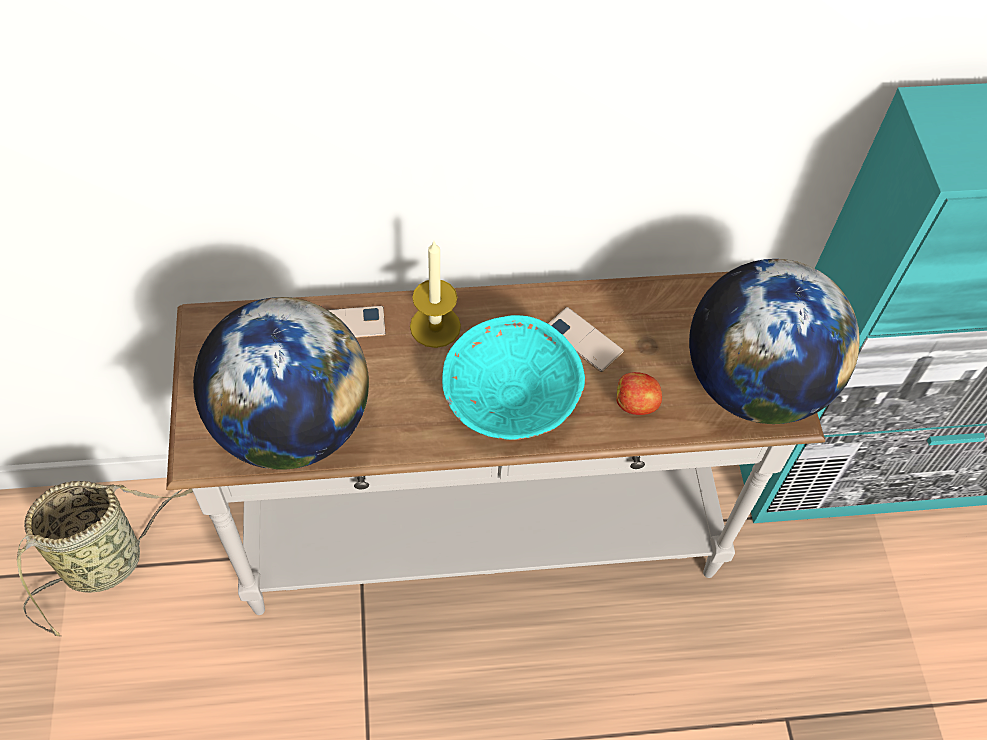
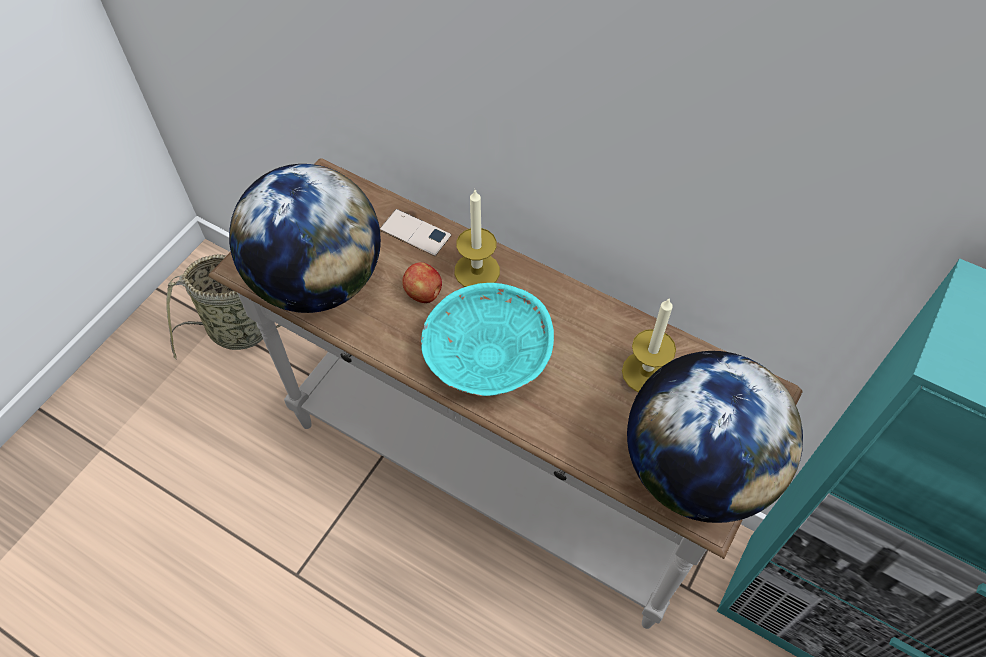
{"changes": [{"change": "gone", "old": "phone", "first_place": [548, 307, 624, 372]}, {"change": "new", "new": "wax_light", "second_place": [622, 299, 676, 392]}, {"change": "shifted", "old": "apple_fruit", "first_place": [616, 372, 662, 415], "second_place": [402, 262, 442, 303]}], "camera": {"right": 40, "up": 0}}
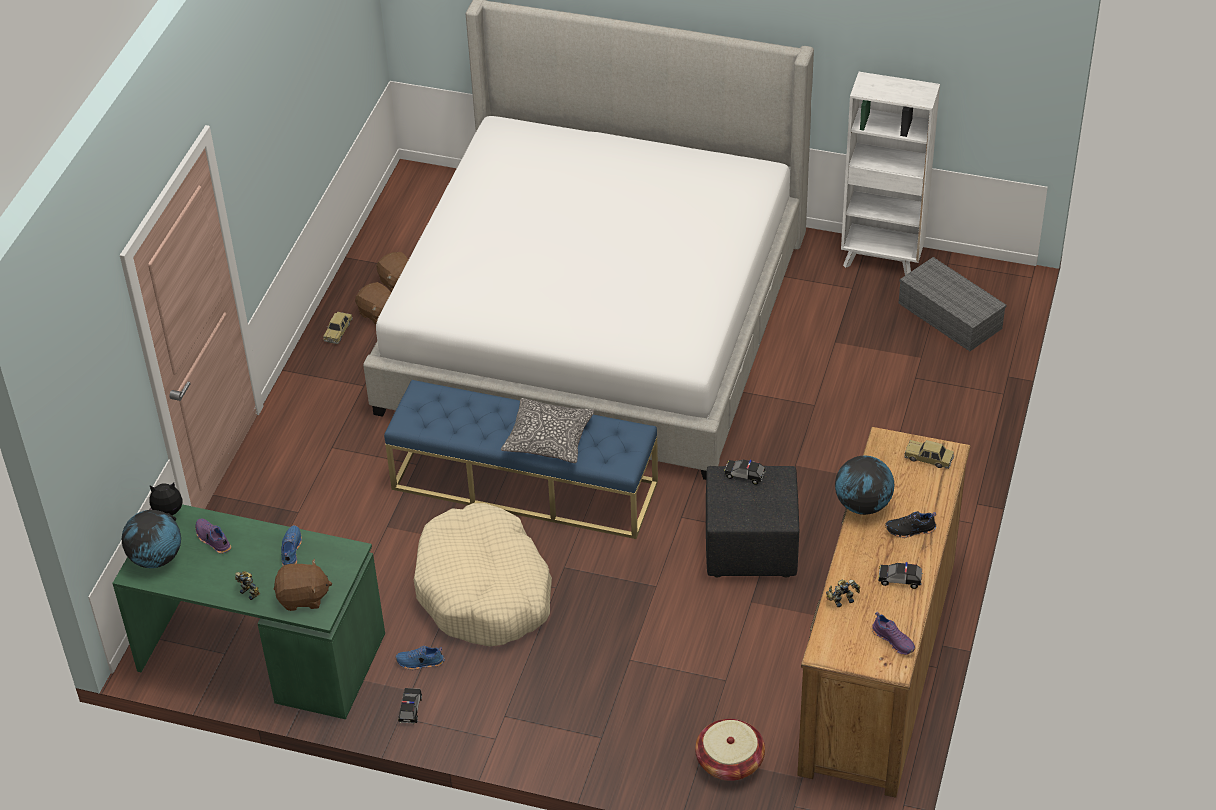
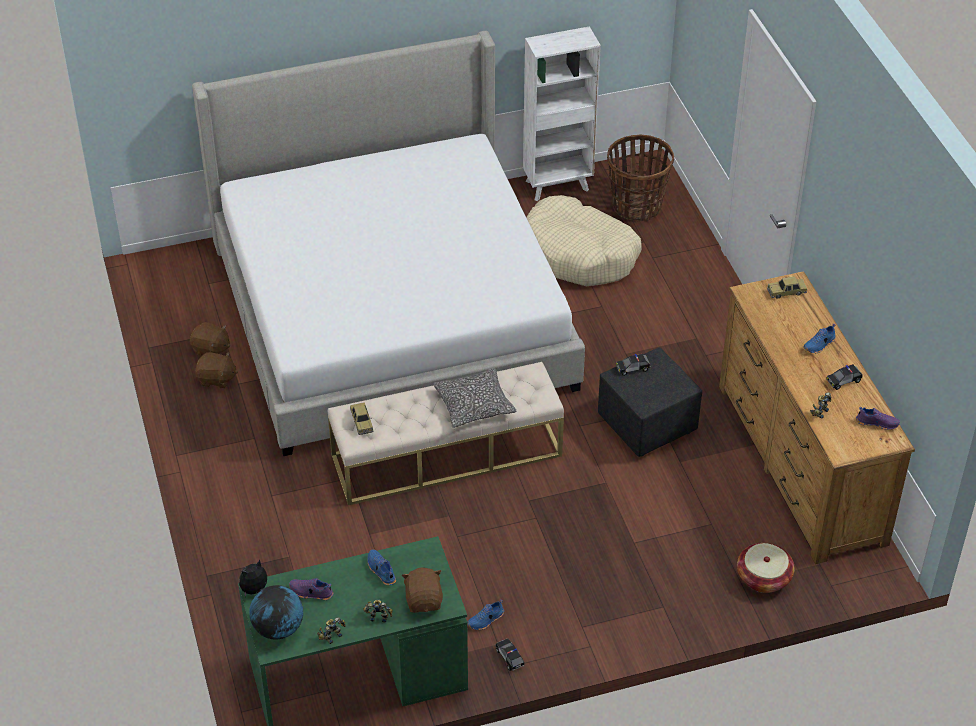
{"changes": [{"change": "gone", "old": "world_globe", "first_place": [835, 455, 894, 515]}, {"change": "new", "new": "robot_figure", "second_place": [317, 617, 346, 644]}, {"change": "shifted", "old": "miniature_car", "first_place": [323, 312, 353, 344], "second_place": [350, 402, 374, 435]}, {"change": "shifted", "old": "beige_pet_bed", "first_place": [414, 503, 552, 647], "second_place": [526, 195, 642, 286]}, {"change": "swapped", "old": "greyish_storage_box", "new": "household_basket", "first_place": [899, 257, 1006, 351], "second_place": [607, 134, 674, 221]}, {"change": "repainted", "old": "blue-coloured_indoor_bench", "new": "beige_indoor_bench", "first_place": [384, 380, 658, 539], "second_place": [328, 362, 564, 505]}, {"change": "repainted", "old": "blackish_low_shoe", "new": "blue-coloured_low_shoe", "first_place": [885, 511, 936, 538], "second_place": [803, 324, 836, 353]}, {"change": "rotated", "old": "brown-coloured_cuddly_toy", "first_place": [274, 559, 332, 611], "second_place": [402, 568, 443, 613], "degrees": -60}], "camera": {"right": -35, "up": 0}}
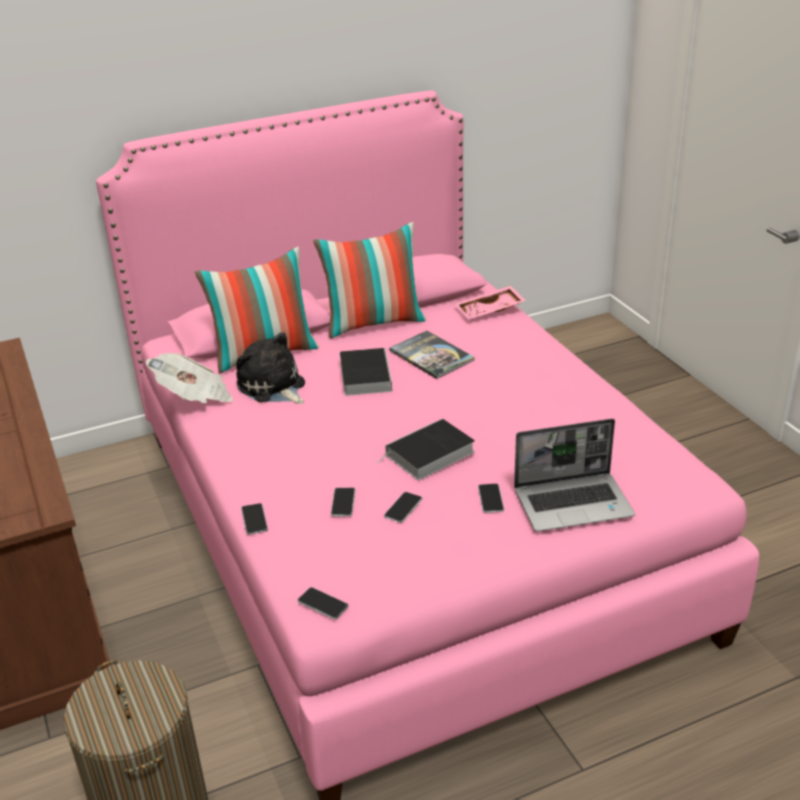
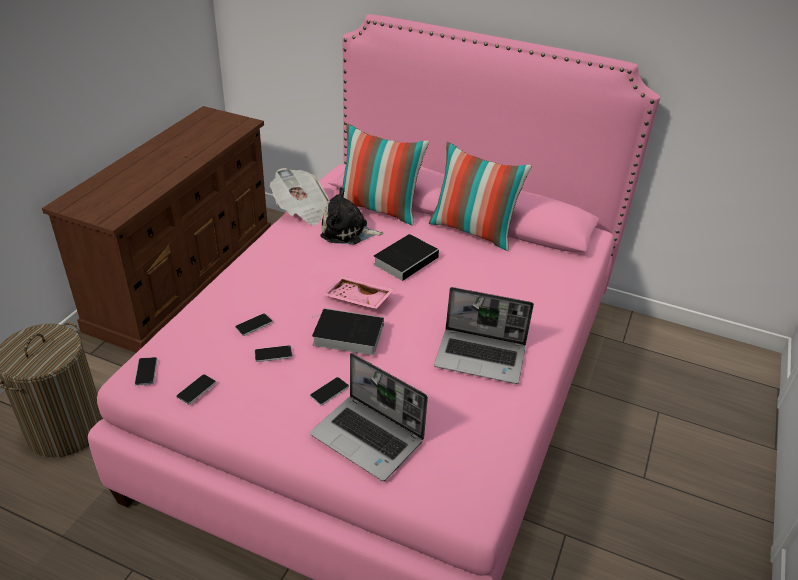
{"changes": [{"change": "gone", "old": "bound_book", "first_place": [389, 331, 475, 379]}, {"change": "new", "new": "notebook_computer", "second_place": [434, 287, 534, 384]}, {"change": "shifted", "old": "phone", "first_place": [241, 503, 268, 535], "second_place": [176, 374, 216, 405]}, {"change": "shifted", "old": "pinkish_carrying_tray", "first_place": [455, 286, 526, 319], "second_place": [323, 276, 395, 309]}, {"change": "rotated", "old": "cuddly_toy", "first_place": [236, 332, 305, 404], "second_place": [320, 187, 384, 245], "degrees": -90}], "camera": {"right": 45, "up": 5}}
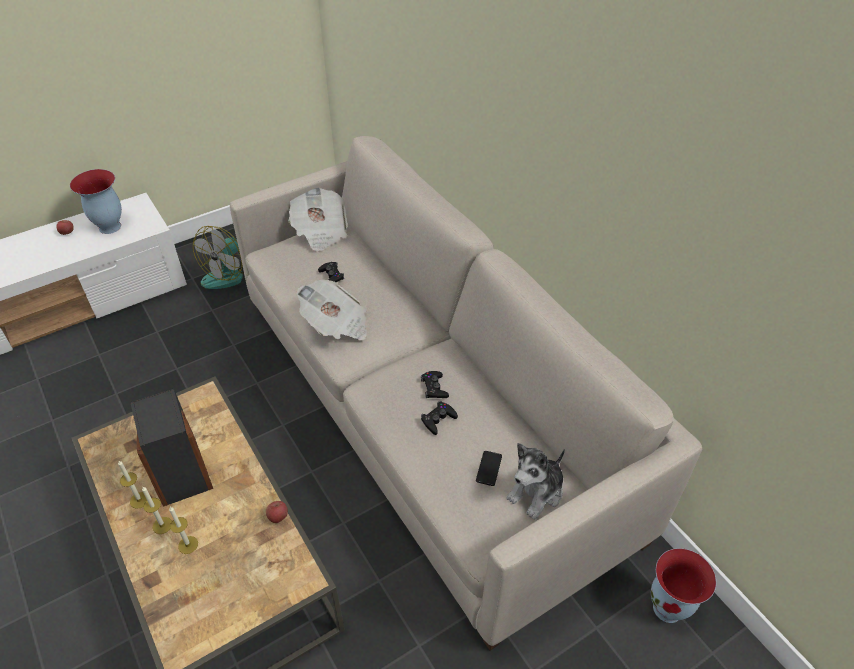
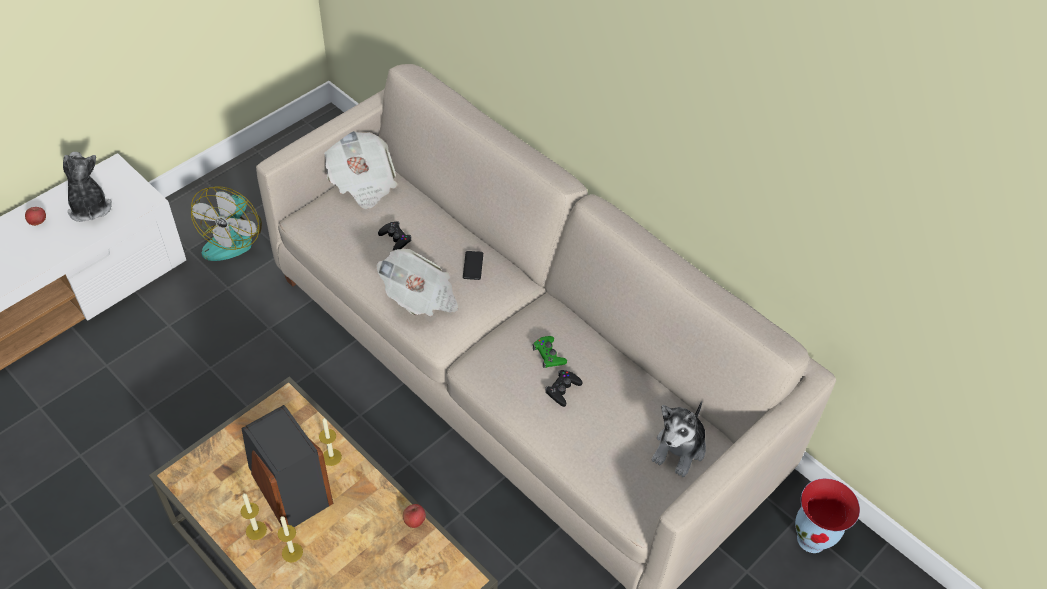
{"changes": [{"change": "shifted", "old": "wax_light", "first_place": [169, 507, 198, 554], "second_place": [319, 418, 342, 466]}, {"change": "shifted", "old": "phone", "first_place": [476, 451, 502, 486], "second_place": [463, 251, 483, 280]}, {"change": "swapped", "old": "vase", "new": "cuddly_toy", "first_place": [70, 169, 122, 234], "second_place": [63, 152, 112, 222]}, {"change": "repainted", "old": "blackish_game_controller", "new": "green_game_controller", "first_place": [421, 371, 449, 398], "second_place": [533, 336, 567, 368]}], "camera": {"right": -15, "up": 5}}
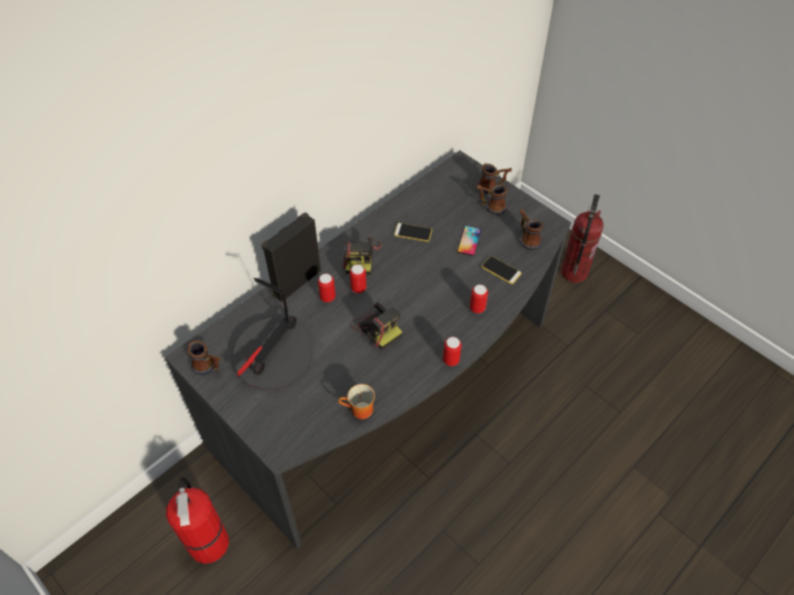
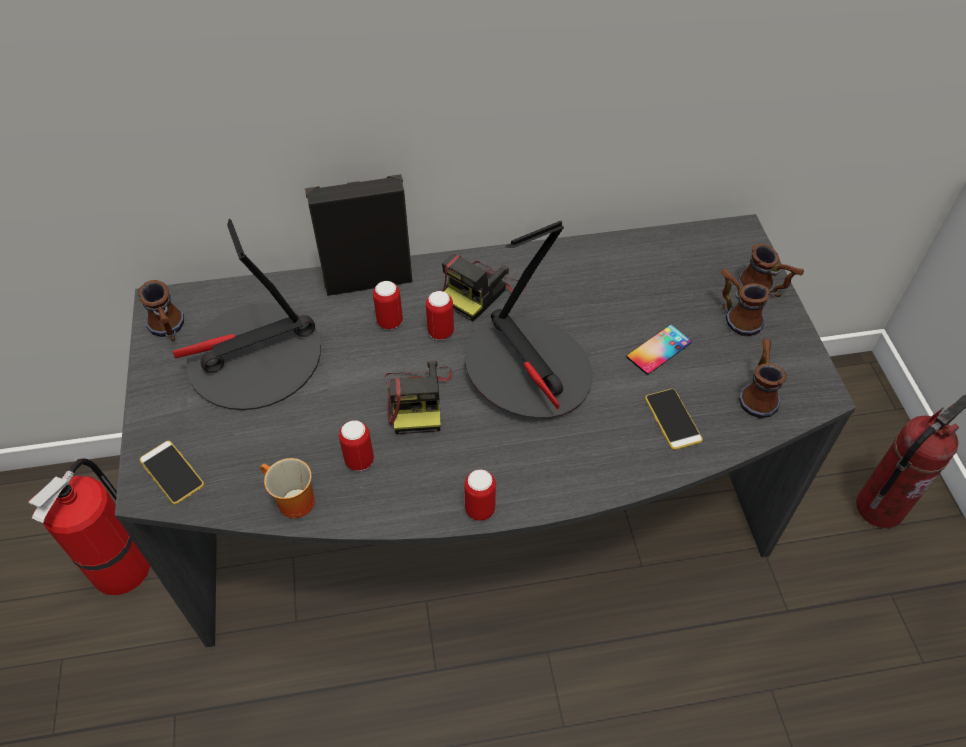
{"changes": [{"change": "new", "new": "tabletop_lamp", "second_place": [465, 221, 593, 419]}, {"change": "shifted", "old": "phone", "first_place": [394, 223, 432, 242], "second_place": [140, 441, 204, 505]}, {"change": "shifted", "old": "can", "first_place": [470, 285, 488, 313], "second_place": [339, 420, 374, 471]}], "camera": {"right": 35, "up": 0}}
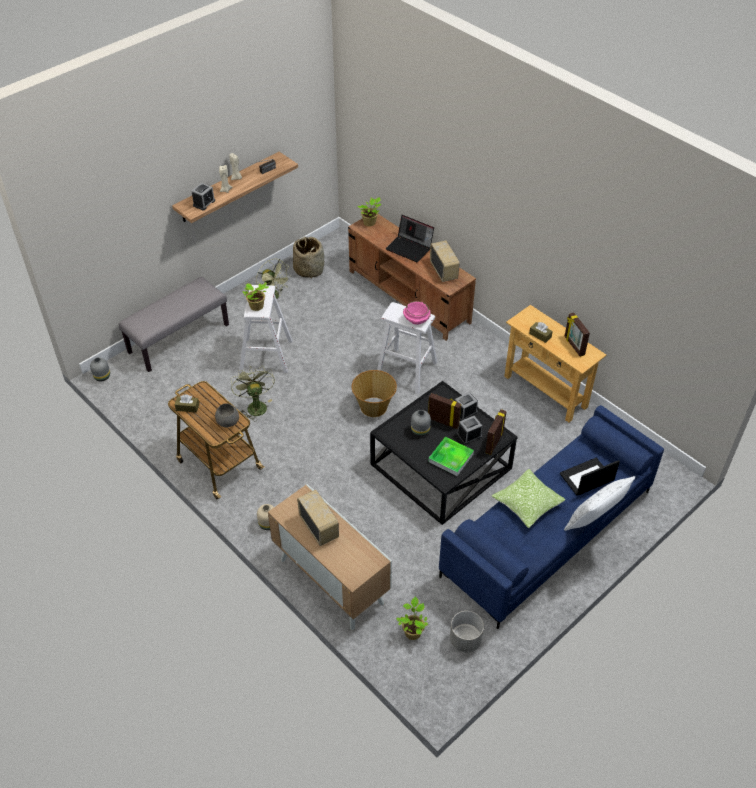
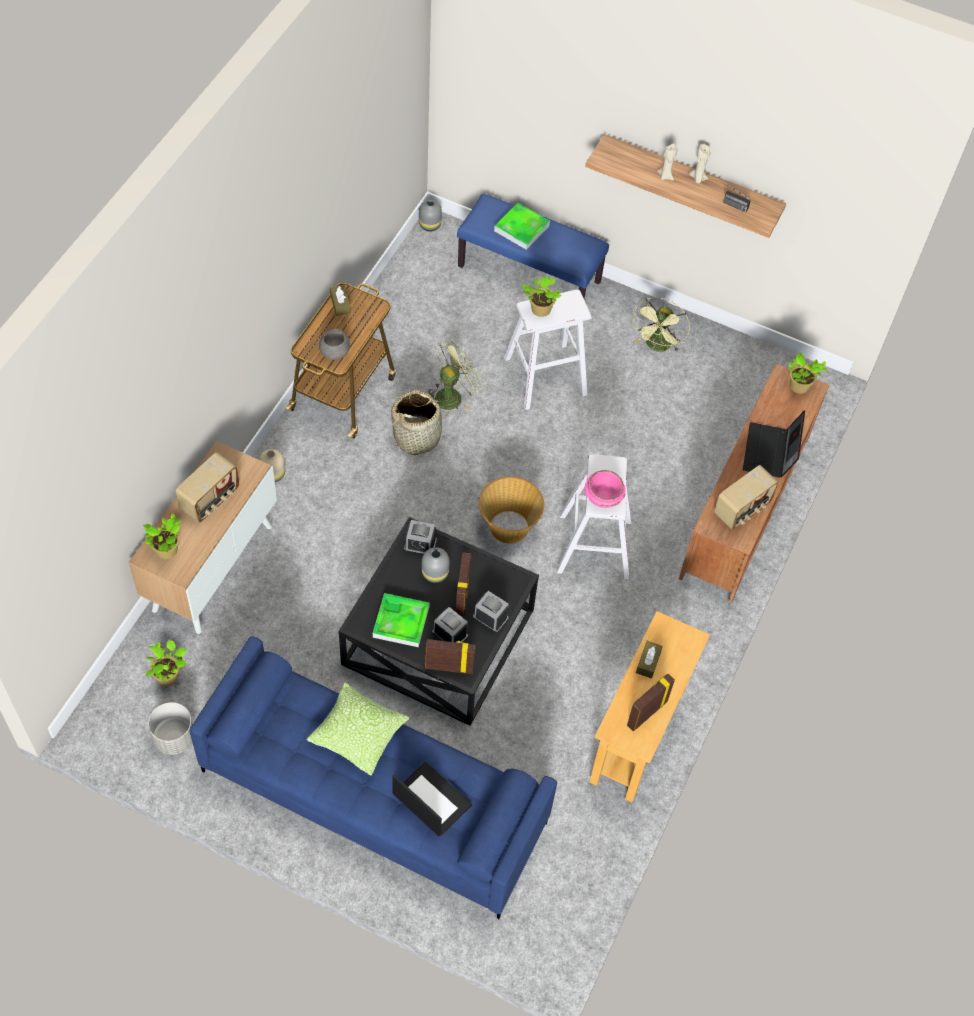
{"changes": [{"change": "gone", "old": "white-coloured_throw_pillow", "first_place": [564, 476, 635, 531]}, {"change": "new", "new": "potted_plant", "second_place": [143, 514, 182, 559]}, {"change": "new", "new": "carrying_tray", "second_place": [494, 203, 550, 250]}, {"change": "shifted", "old": "alarm_clock", "first_place": [191, 183, 215, 210], "second_place": [404, 520, 437, 554]}, {"change": "shifted", "old": "household_basket", "first_place": [293, 237, 324, 278], "second_place": [391, 389, 450, 455]}, {"change": "repainted", "old": "greyish_indoor_bench", "new": "blue-coloured_indoor_bench", "first_place": [118, 277, 229, 372], "second_place": [457, 194, 609, 298]}], "camera": {"right": 65, "up": 10}}
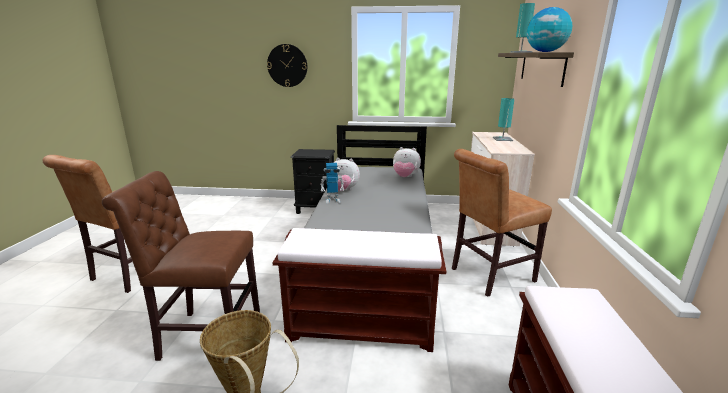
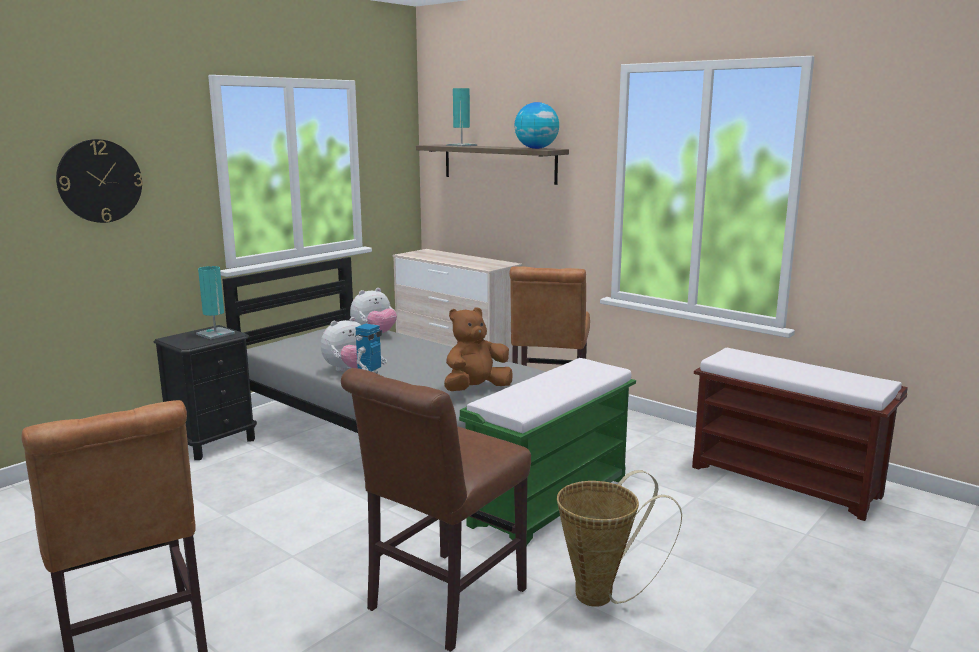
{"changes": [{"change": "new", "new": "brown-coloured_cuddly_toy", "second_place": [444, 307, 512, 391]}, {"change": "shifted", "old": "blue-green_tabletop_lamp", "first_place": [493, 98, 514, 141], "second_place": [196, 266, 235, 339]}, {"change": "repainted", "old": "brown-coloured_indoor_bench", "new": "green_indoor_bench", "first_place": [272, 228, 446, 352], "second_place": [459, 358, 636, 548]}], "camera": {"right": -55, "up": -5}}
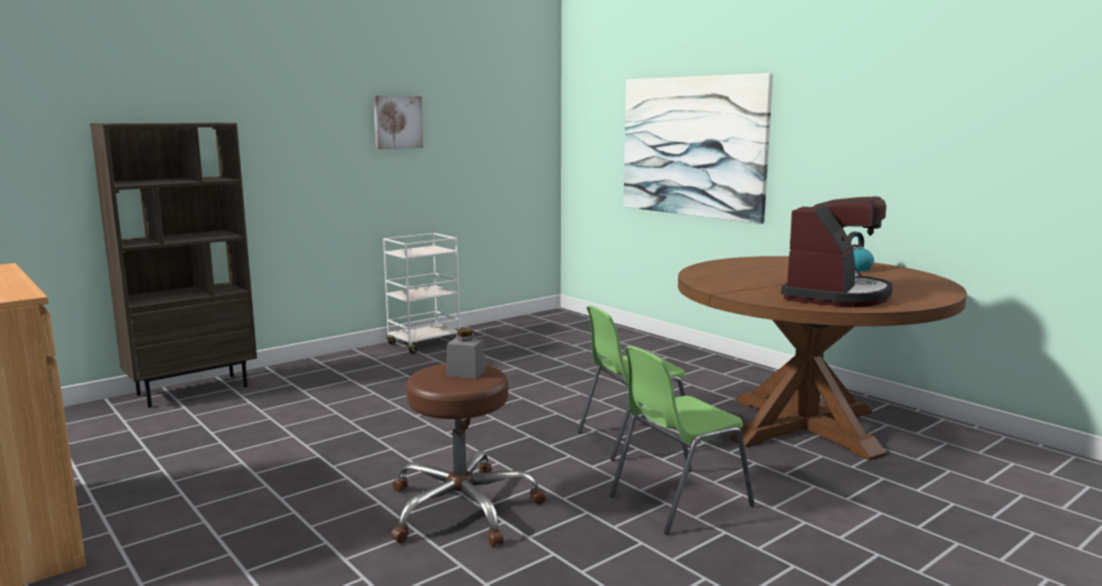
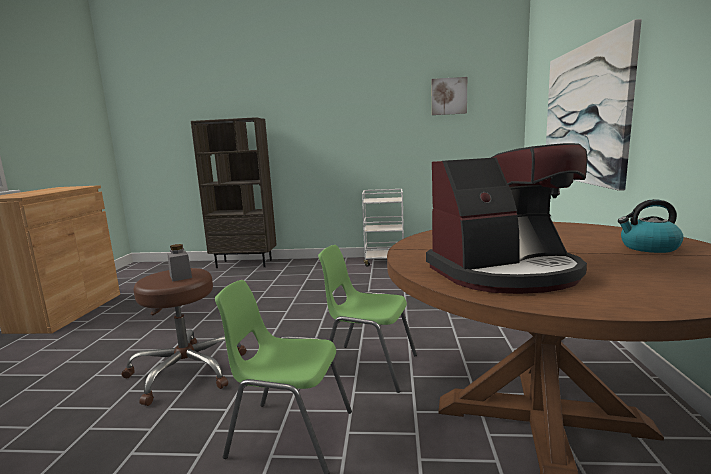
{"changes": [{"change": "shifted", "old": "wall_picture", "first_place": [373, 96, 423, 149], "second_place": [432, 77, 467, 115]}], "camera": {"right": 45, "up": 0}}
